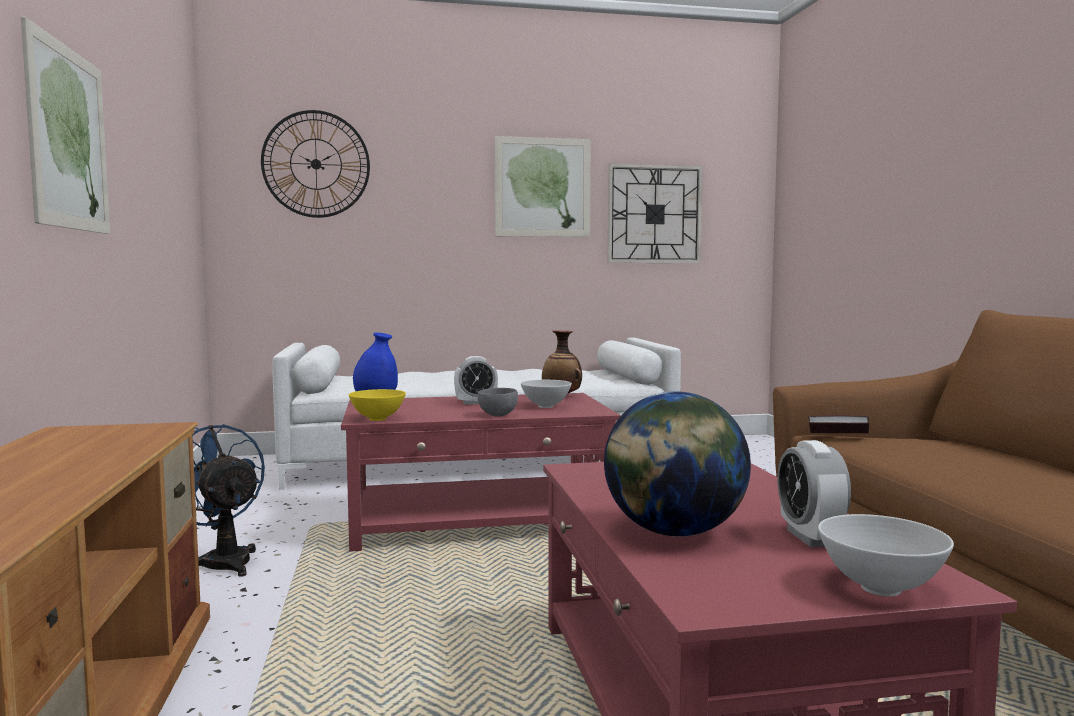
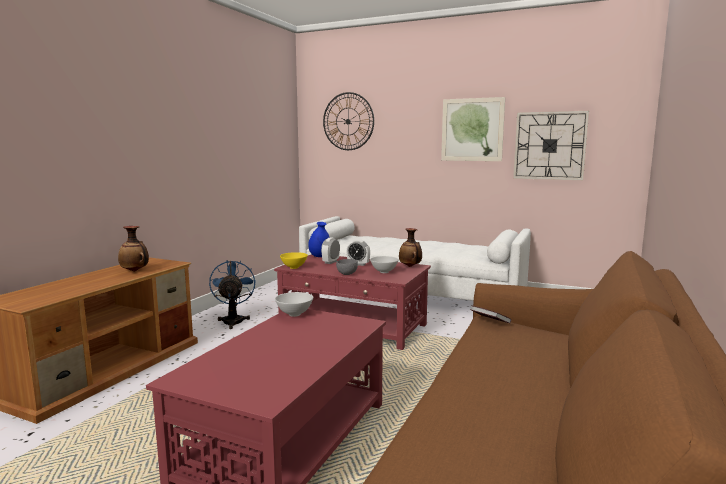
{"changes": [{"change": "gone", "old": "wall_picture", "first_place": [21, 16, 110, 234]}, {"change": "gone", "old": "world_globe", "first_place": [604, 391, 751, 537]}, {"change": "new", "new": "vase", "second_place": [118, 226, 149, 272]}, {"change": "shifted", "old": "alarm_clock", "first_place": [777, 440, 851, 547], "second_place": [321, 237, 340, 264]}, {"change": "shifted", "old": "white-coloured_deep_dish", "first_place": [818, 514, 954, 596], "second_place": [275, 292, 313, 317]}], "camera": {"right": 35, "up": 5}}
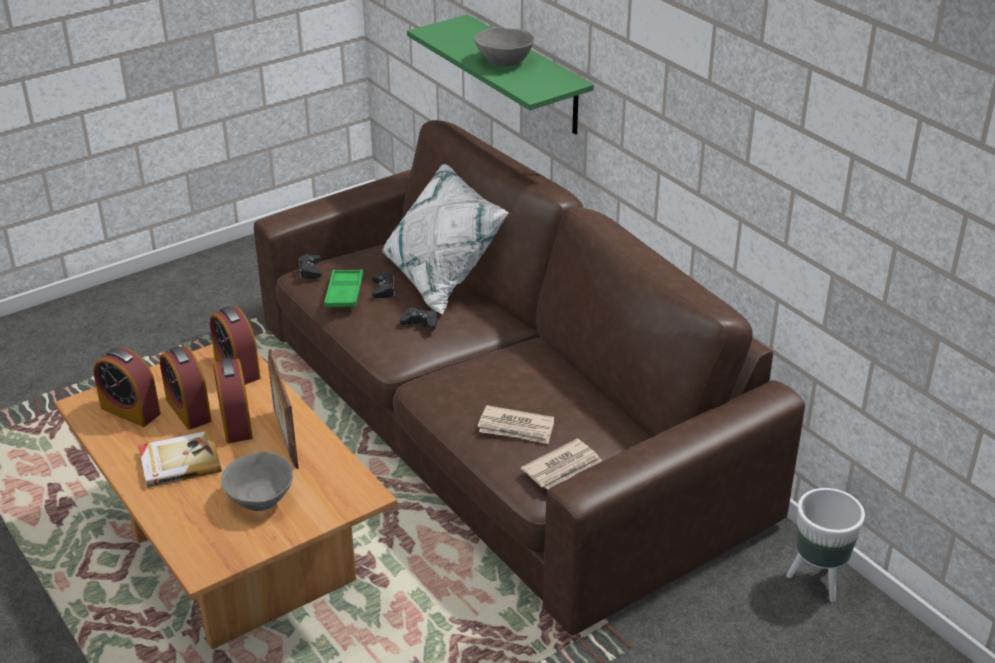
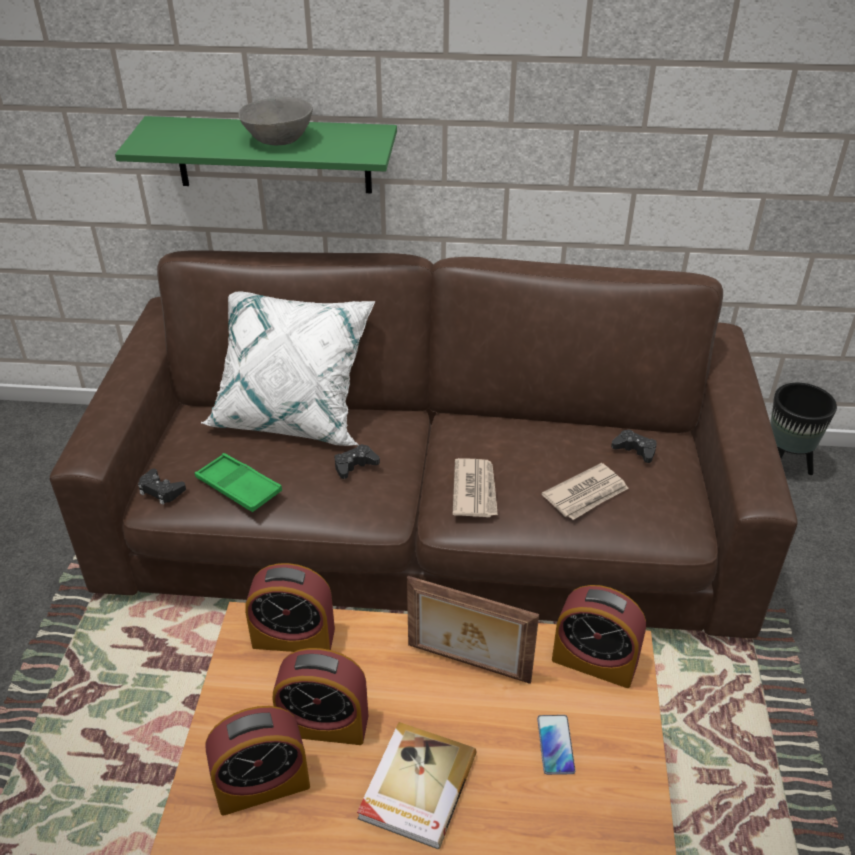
{"changes": [{"change": "shifted", "old": "alarm_clock", "first_place": [213, 358, 253, 443], "second_place": [552, 585, 646, 688]}, {"change": "shifted", "old": "blackish_game_controller", "first_place": [372, 272, 395, 298], "second_place": [611, 429, 657, 463]}, {"change": "shifted", "old": "printed_paper", "first_place": [521, 439, 602, 489], "second_place": [453, 458, 498, 517]}, {"change": "swapped", "old": "greyish_deep_dish", "new": "phone", "first_place": [221, 452, 293, 511], "second_place": [537, 715, 576, 775]}, {"change": "repainted", "old": "white-coloured_plant_pot", "new": "blackish_plant_pot", "first_place": [786, 488, 865, 602], "second_place": [770, 383, 837, 475]}], "camera": {"right": -50, "up": 5}}
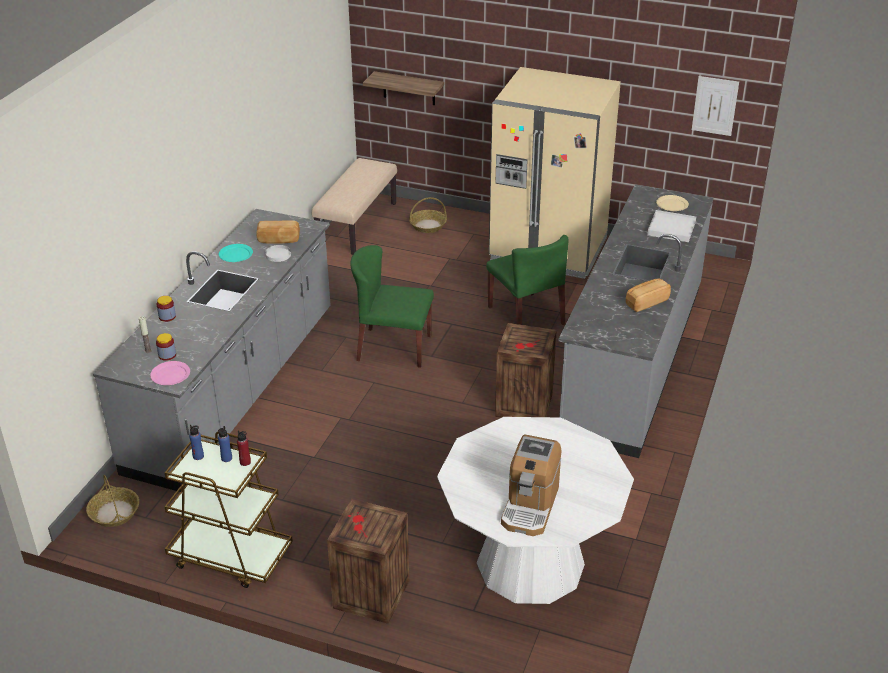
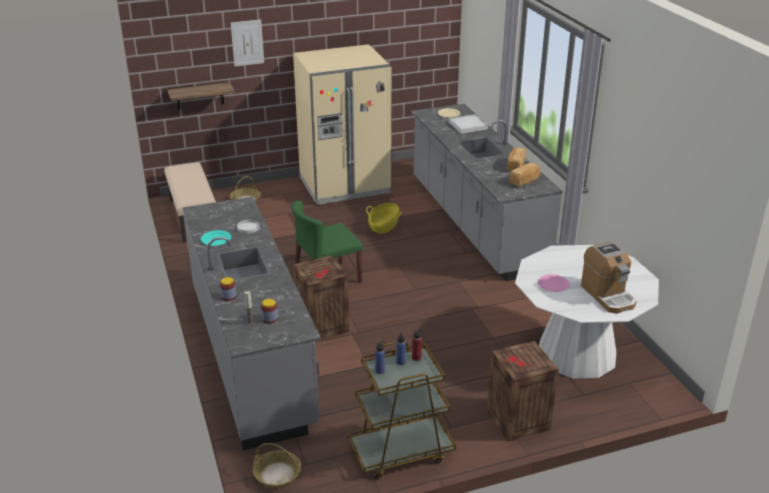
{"changes": [{"change": "shifted", "old": "pinkish_flat_dish", "first_place": [150, 361, 190, 385], "second_place": [538, 274, 570, 292]}, {"change": "shifted", "old": "bakery_bread", "first_place": [256, 220, 300, 244], "second_place": [509, 163, 540, 186]}, {"change": "shifted", "old": "shipping_crate", "first_place": [495, 323, 557, 418], "second_place": [293, 255, 349, 340]}, {"change": "shifted", "old": "wall_picture", "first_place": [692, 76, 739, 136], "second_place": [231, 19, 264, 66]}, {"change": "swapped", "old": "green_upright_chair", "new": "household_basket", "first_place": [486, 235, 568, 325], "second_place": [366, 203, 402, 233]}], "camera": {"right": -40, "up": -5}}
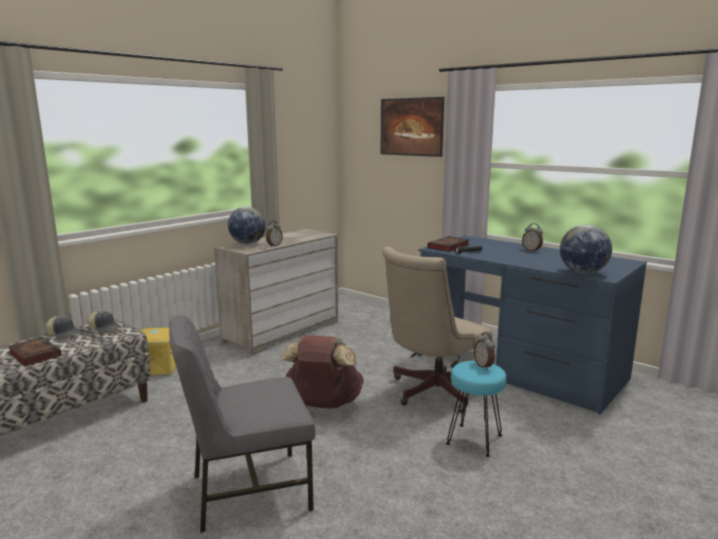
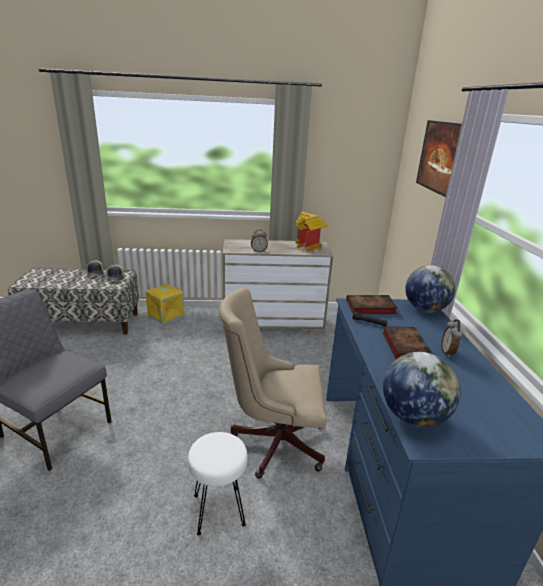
{"changes": [{"change": "gone", "old": "brown-coloured_rucksack", "first_place": [281, 335, 364, 408]}, {"change": "gone", "old": "alarm_clock", "first_place": [474, 332, 496, 370]}, {"change": "new", "new": "toy_house", "second_place": [295, 212, 328, 252]}, {"change": "shifted", "old": "bound_book", "first_place": [8, 337, 61, 366], "second_place": [382, 326, 433, 359]}, {"change": "shifted", "old": "world_globe", "first_place": [228, 206, 266, 244], "second_place": [405, 265, 455, 312]}, {"change": "repainted", "old": "blue-green_stool", "new": "white-coloured_stool", "first_place": [446, 361, 507, 457], "second_place": [188, 432, 248, 535]}], "camera": {"right": 45, "up": 10}}
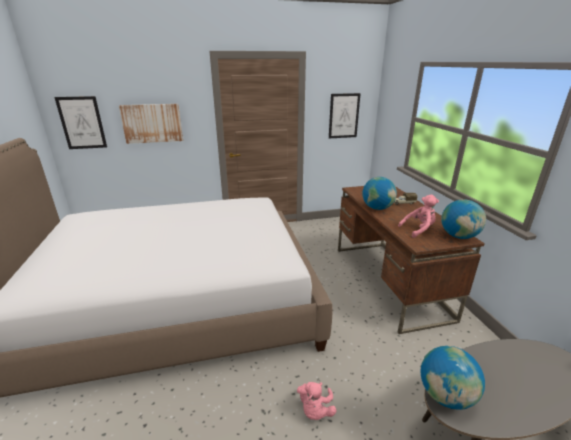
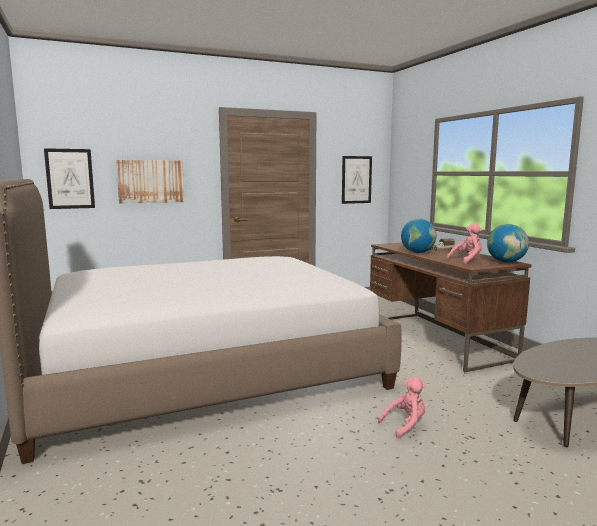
{"changes": [{"change": "gone", "old": "world_globe", "first_place": [420, 346, 485, 410]}, {"change": "rotated", "old": "pinkish_cuddly_toy", "first_place": [297, 382, 336, 420], "second_place": [378, 377, 426, 438], "degrees": -120}], "camera": {"right": -10, "up": -15}}
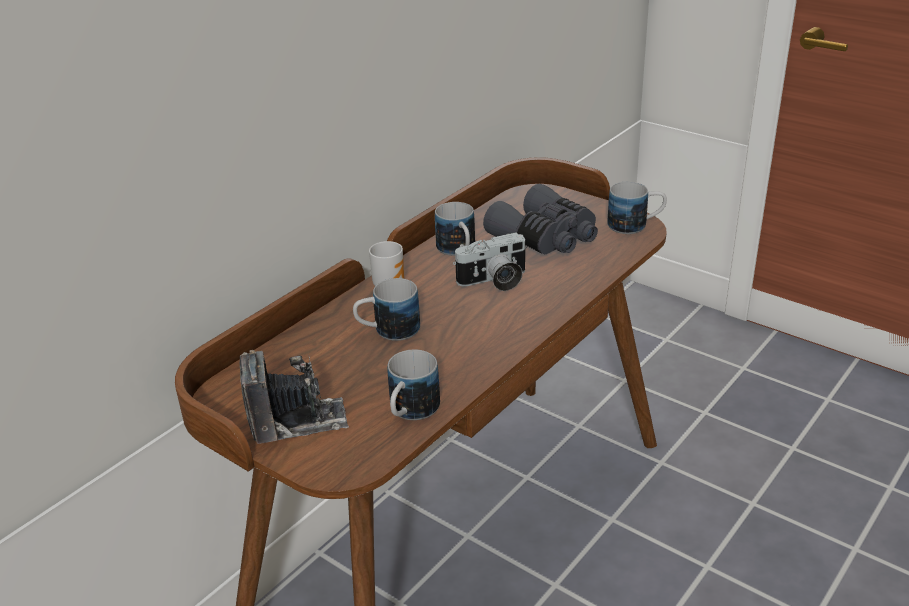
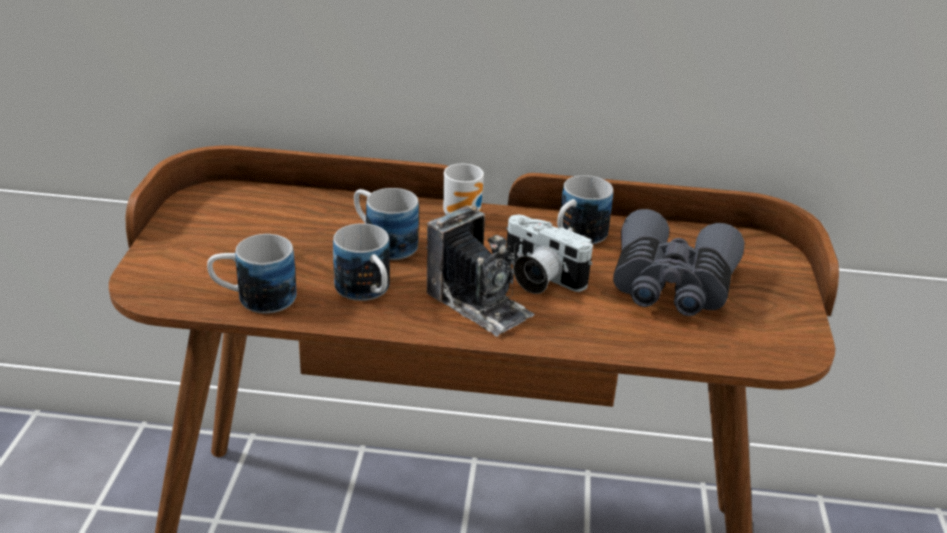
{"changes": [{"change": "shifted", "old": "still_camera", "first_place": [240, 350, 349, 444], "second_place": [426, 205, 535, 337]}, {"change": "shifted", "old": "tea_mug", "first_place": [607, 182, 667, 234], "second_place": [333, 223, 390, 301]}], "camera": {"right": 55, "up": 0}}
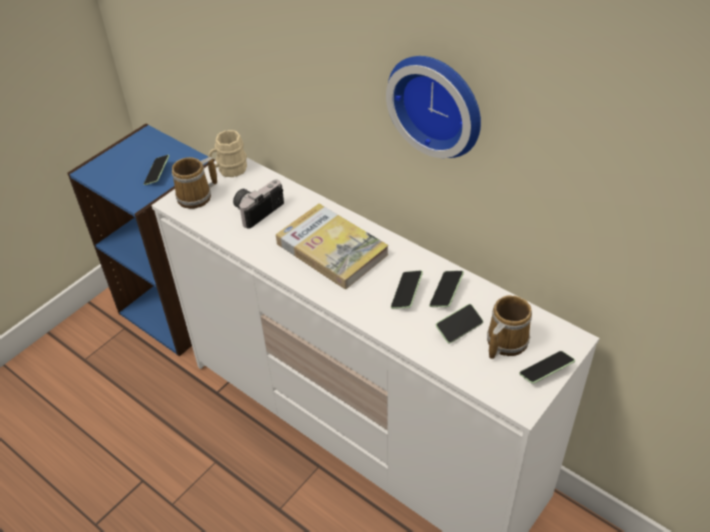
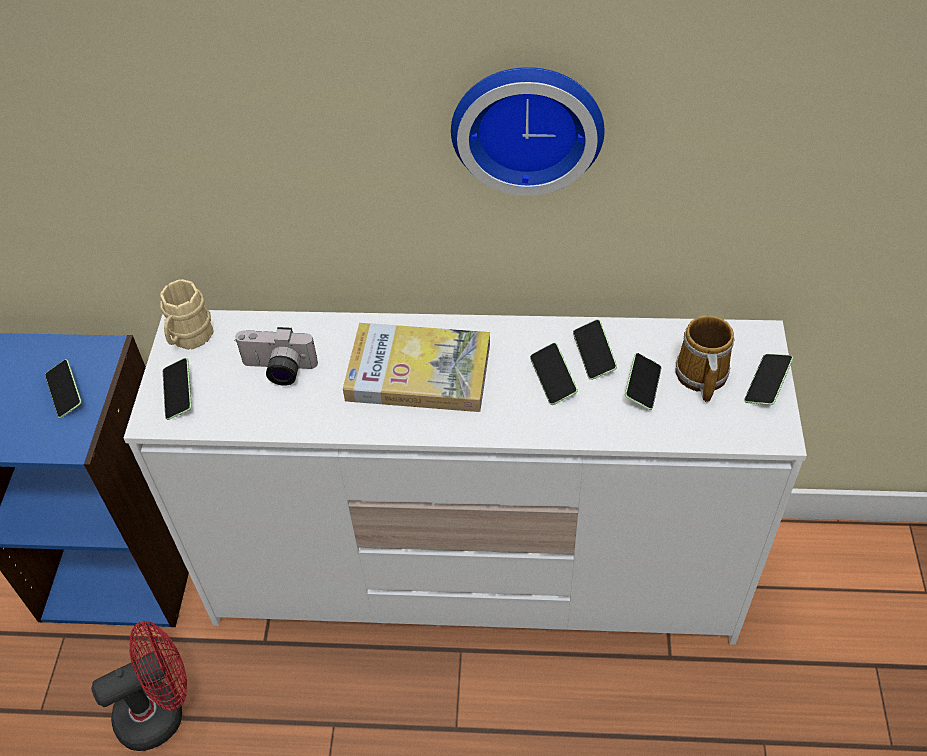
{"changes": [{"change": "new", "new": "red_fan", "second_place": [91, 621, 187, 751]}, {"change": "swapped", "old": "tea_mug", "new": "phone", "first_place": [172, 157, 217, 209], "second_place": [163, 358, 192, 420]}, {"change": "rotated", "old": "still_camera", "first_place": [233, 180, 284, 229], "second_place": [234, 327, 318, 386], "degrees": -90}], "camera": {"right": -35, "up": 5}}
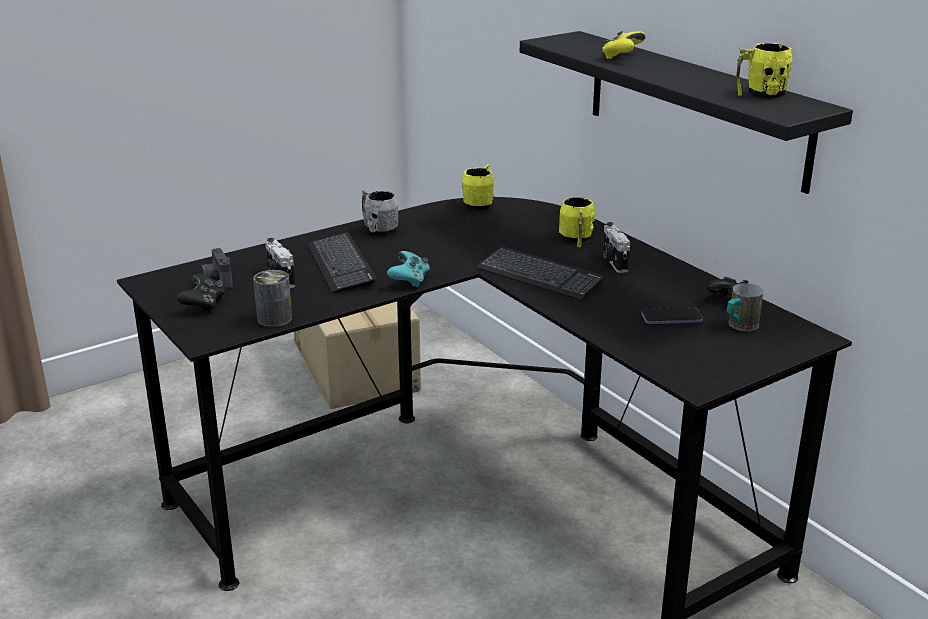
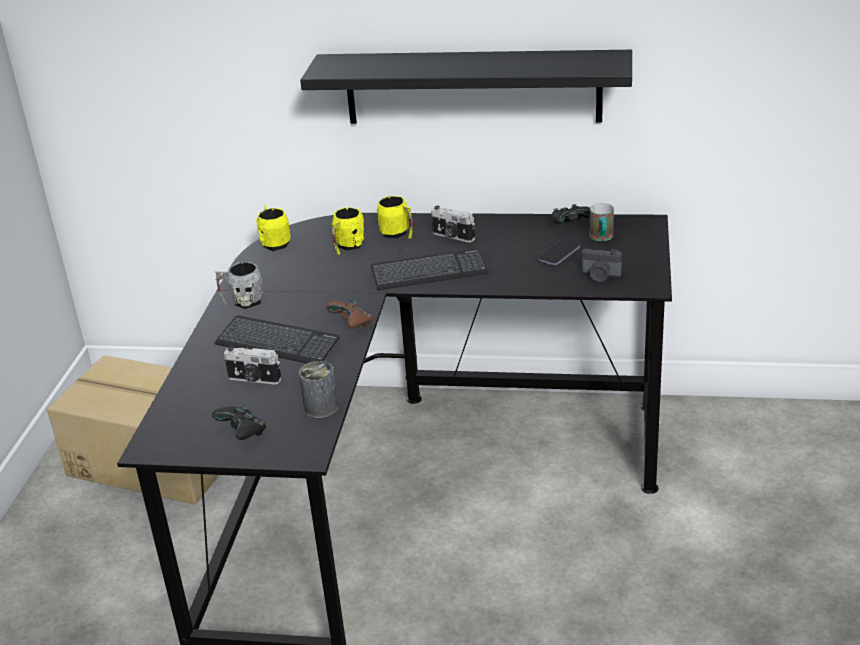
{"changes": [{"change": "gone", "old": "yellowish_game_controller", "first_place": [602, 31, 646, 59]}, {"change": "shifted", "old": "still_camera", "first_place": [200, 248, 233, 289], "second_place": [582, 249, 622, 282]}, {"change": "shifted", "old": "yellowish_tea_mug", "first_place": [736, 43, 793, 98], "second_place": [331, 207, 364, 255]}, {"change": "repainted", "old": "blue-green_game_controller", "new": "brown-coloured_game_controller", "first_place": [387, 251, 430, 288], "second_place": [326, 300, 373, 328]}], "camera": {"right": -45, "up": 5}}
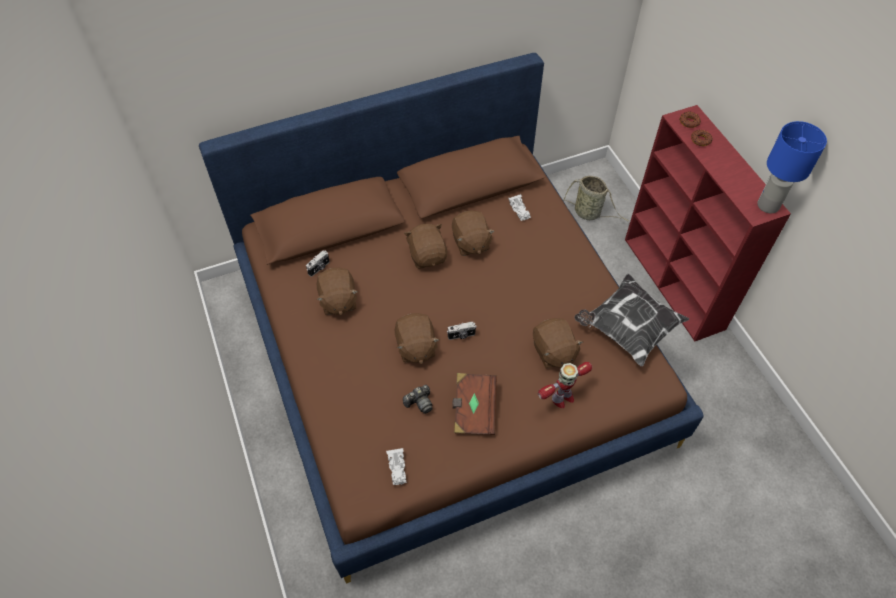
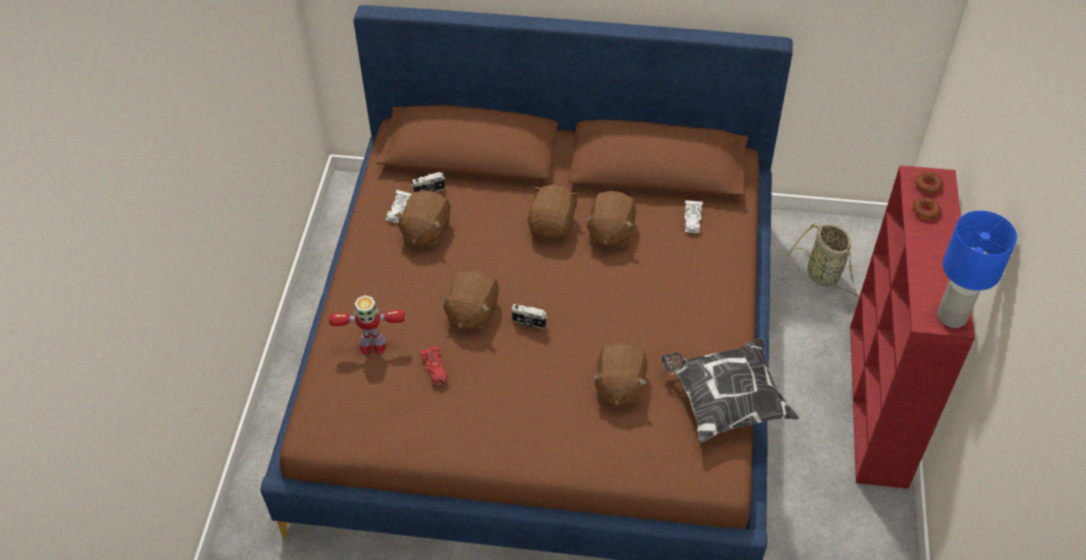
{"changes": [{"change": "gone", "old": "brown-coloured_bound_book", "first_place": [452, 373, 497, 435]}, {"change": "shifted", "old": "white-coloured_miniature_car", "first_place": [386, 448, 407, 485], "second_place": [385, 190, 411, 223]}, {"change": "shifted", "old": "robot_figure", "first_place": [538, 362, 592, 408], "second_place": [329, 295, 406, 355]}, {"change": "swapped", "old": "still_camera", "new": "red_miniature_car", "first_place": [403, 385, 433, 414], "second_place": [420, 345, 449, 385]}], "camera": {"right": 30, "up": -5}}
